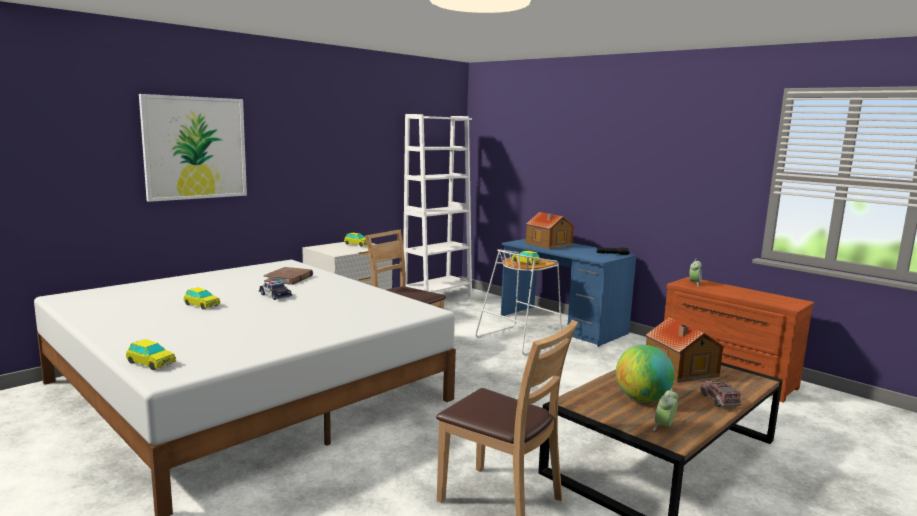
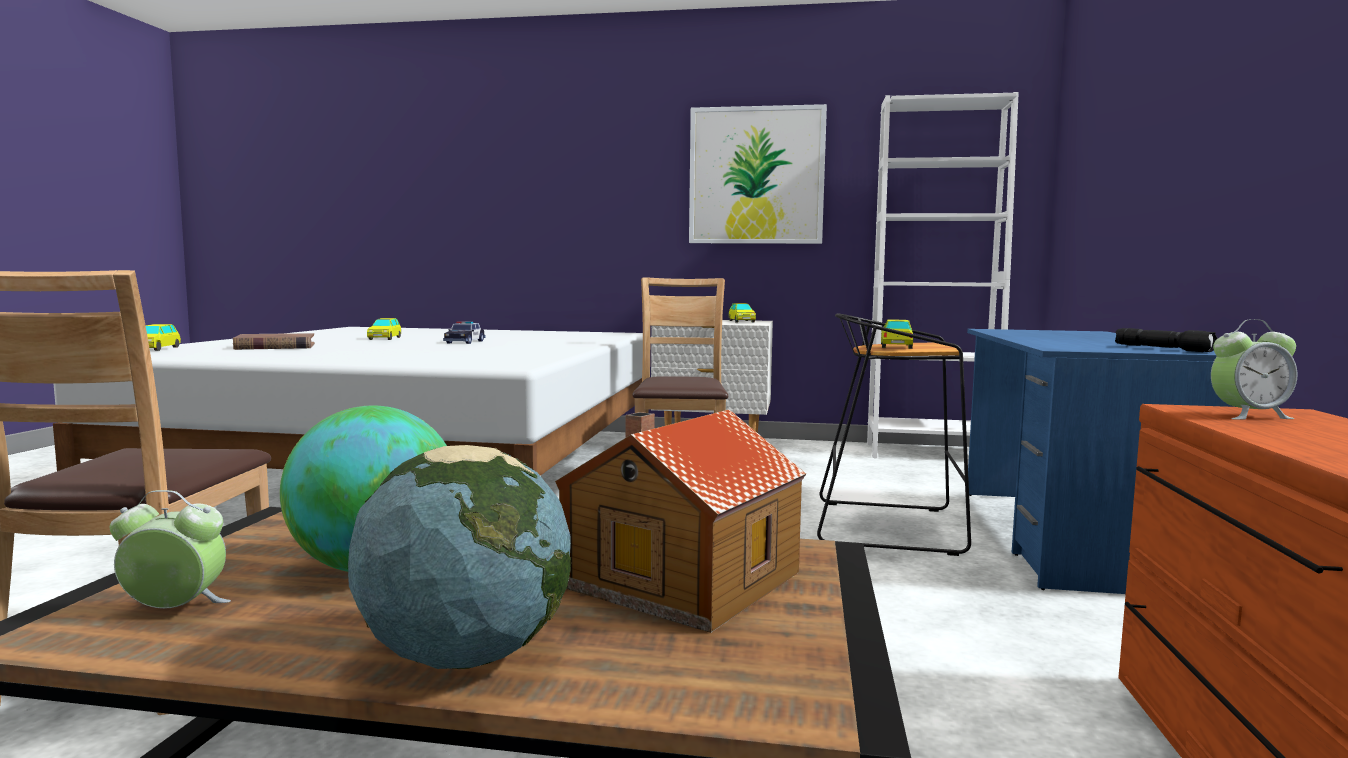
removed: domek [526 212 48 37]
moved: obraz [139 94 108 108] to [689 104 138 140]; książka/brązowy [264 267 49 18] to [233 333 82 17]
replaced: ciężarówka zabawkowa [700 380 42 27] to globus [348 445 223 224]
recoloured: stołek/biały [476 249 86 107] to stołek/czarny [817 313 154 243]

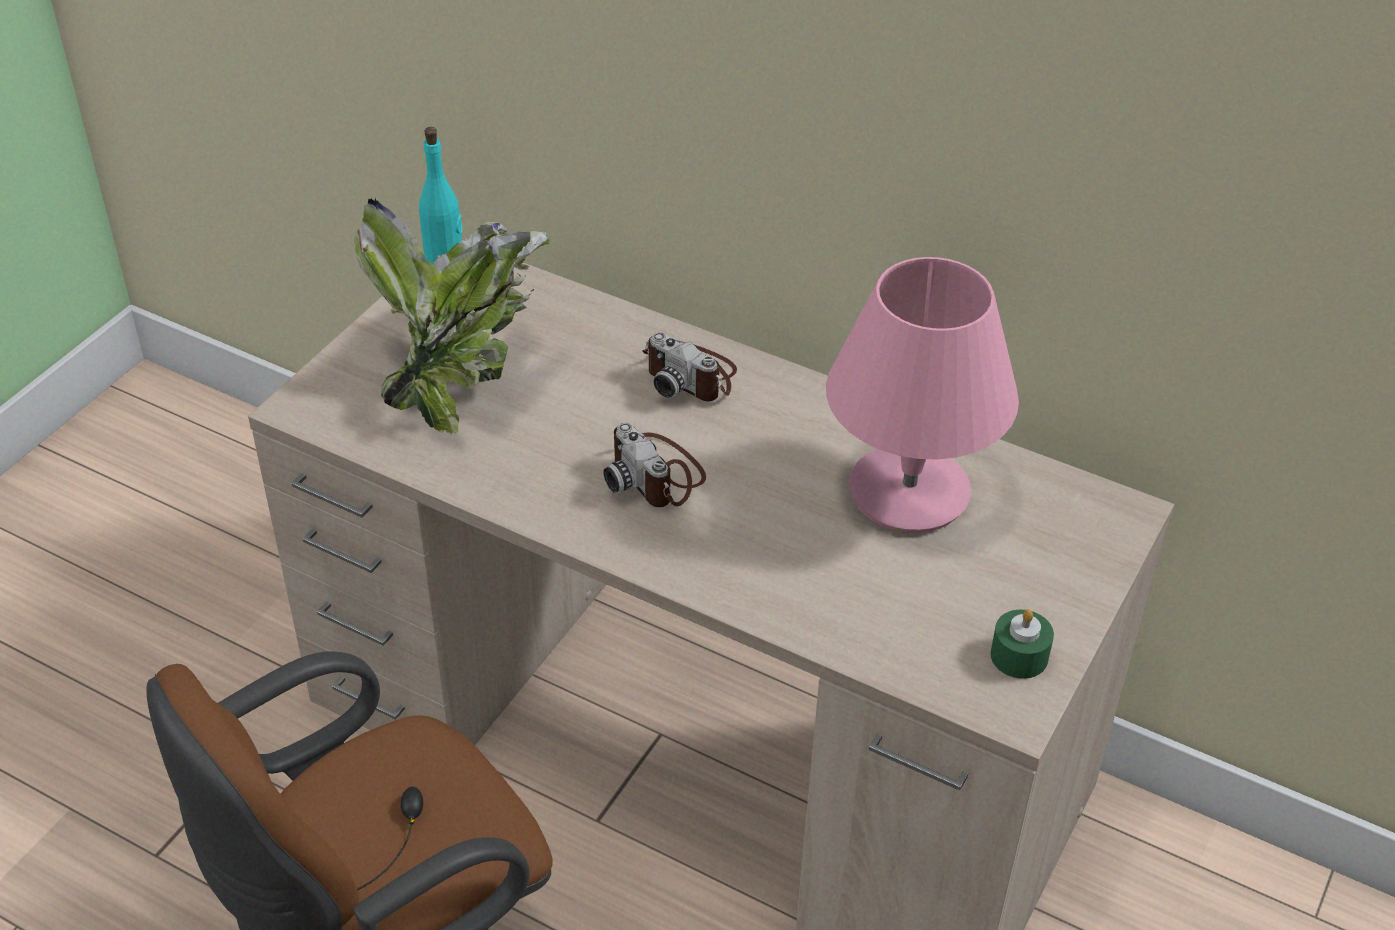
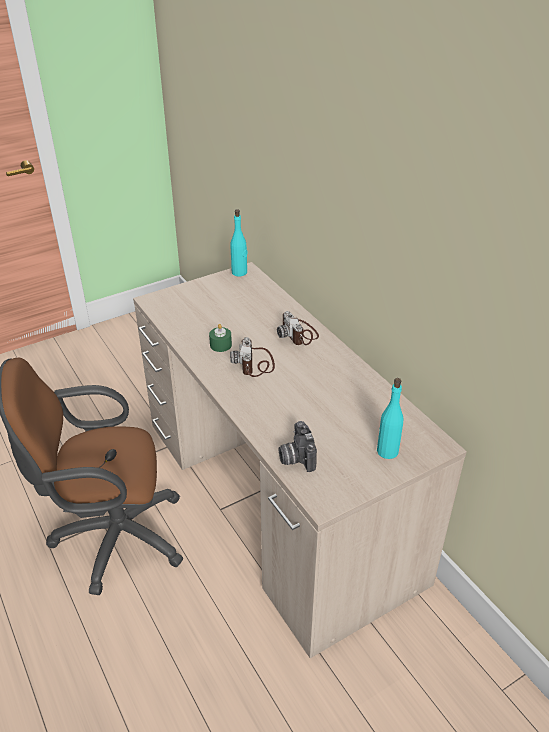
removed: roślina doniczkowa [354 198 196 236]; lampa stołowa/różowy [826 257 193 276]
added: aparat fotograficzny [279 421 38 51]; butelka/turkusowy [377 378 26 81]
moved: świeca/zielony [991 609 63 70] to [209 324 23 28]

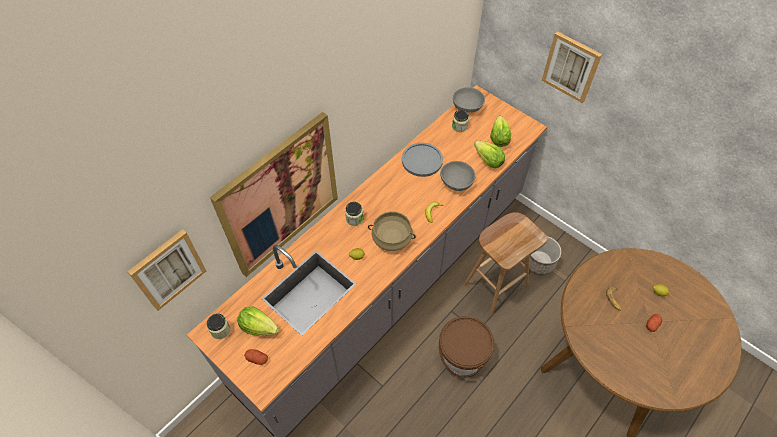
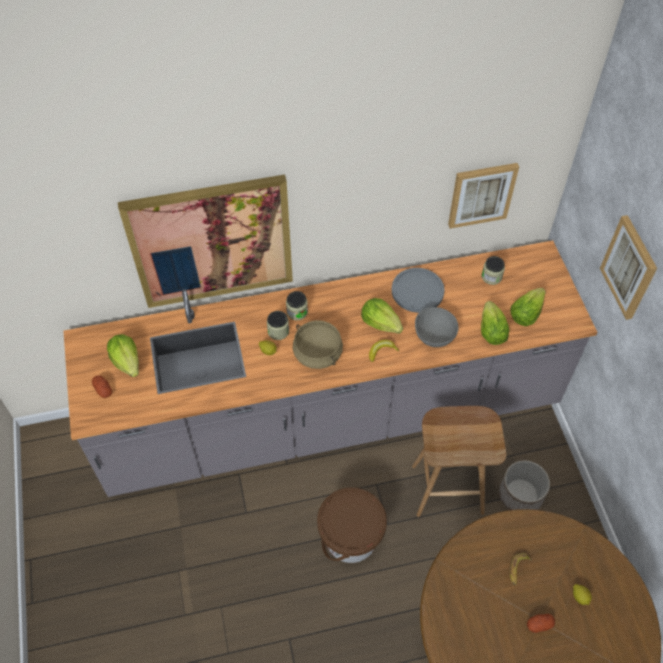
removed: miska/szary [453 87 32 26]
added: sałata [361 298 42 36]
moved: obraz [127 229 79 82] to [448 163 71 66]; słoik [207 314 24 25] to [267 311 22 29]

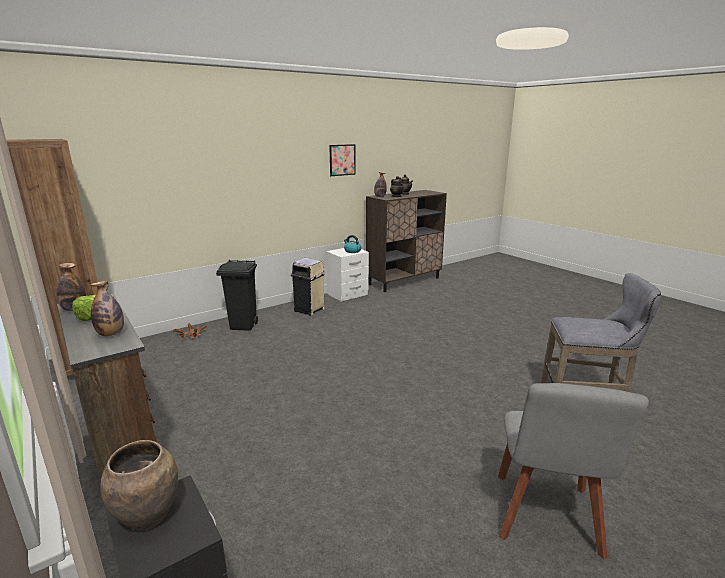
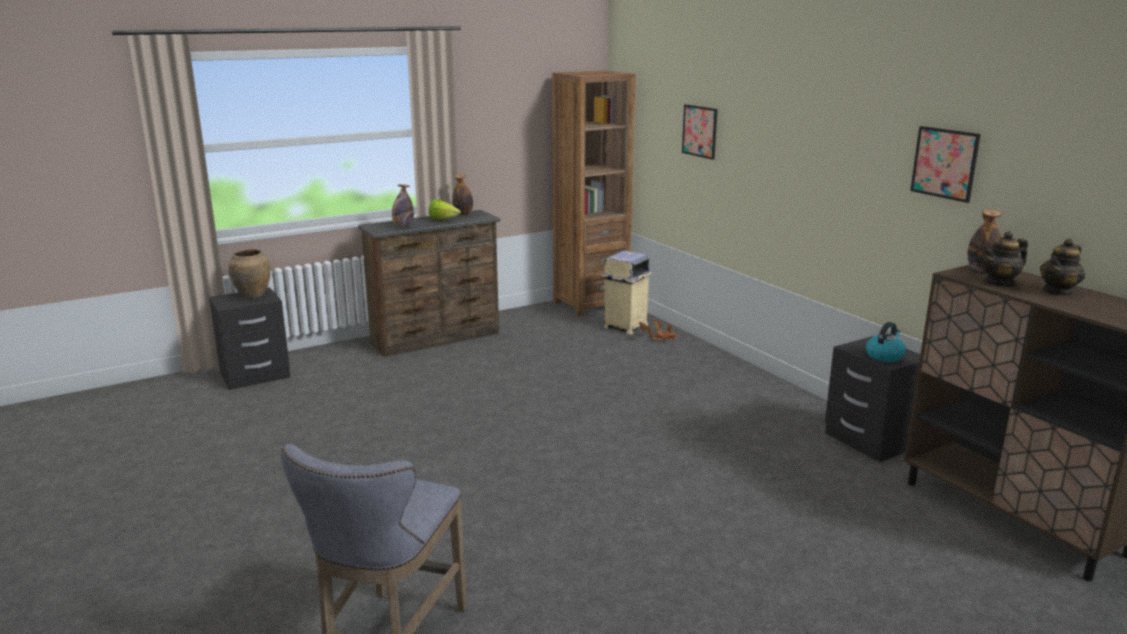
removed: kosz na śmieci/czarny [216 260 42 71]; krzesło/szary [498 383 151 176]
added: obraz [682 104 36 56]
moved: kosz na śmieci/beżowy [291 258 35 58] to [602 250 49 85]
recoloured: szafka nocna/biały [326 248 43 53] to szafka nocna/czarny [825 336 95 126]

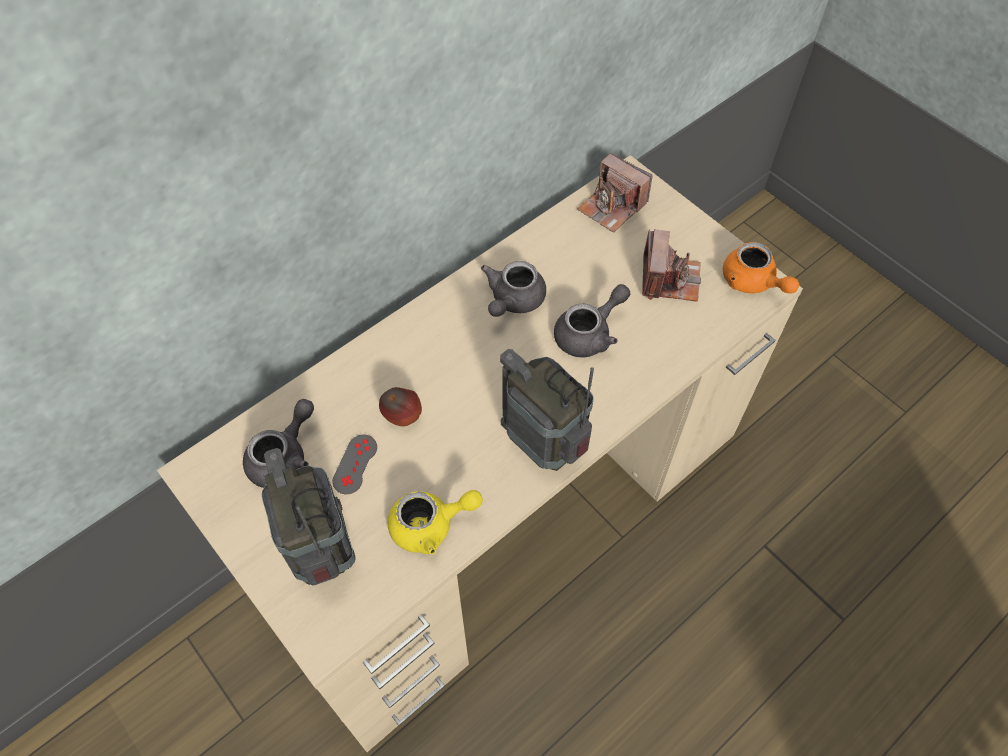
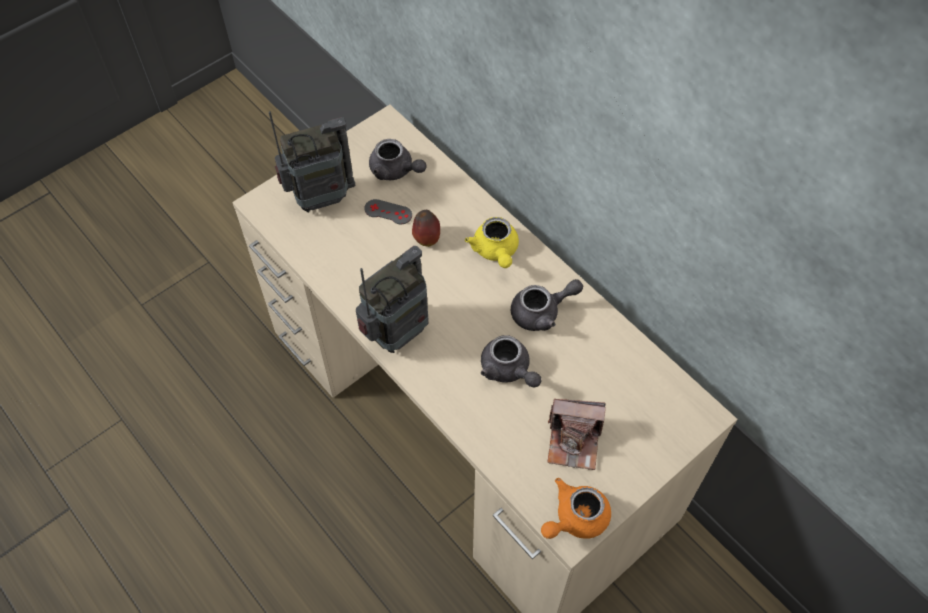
removed: aparat fotograficzny [577 153 76 79]
moved: imbryk/żółty [388 490 95 64] to [465 217 54 51]
turned: imbryk/szary [481 261 65 56] = [511 279 72 52] 135 degrees clockwise

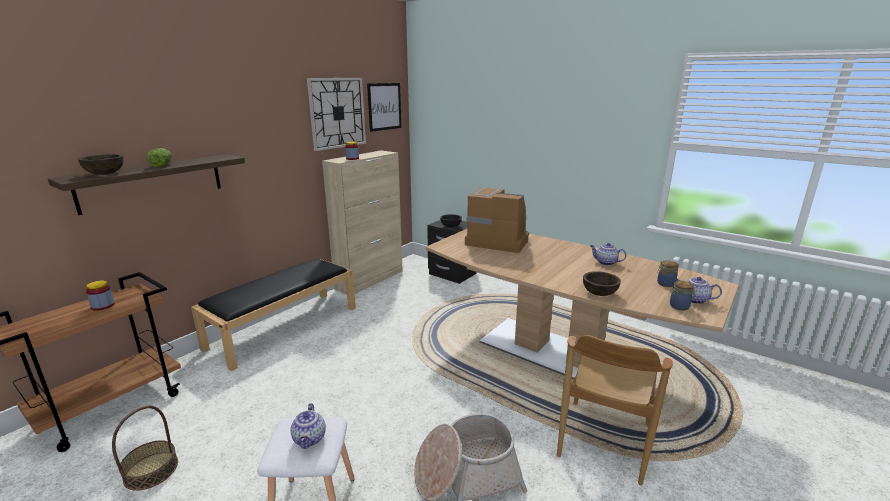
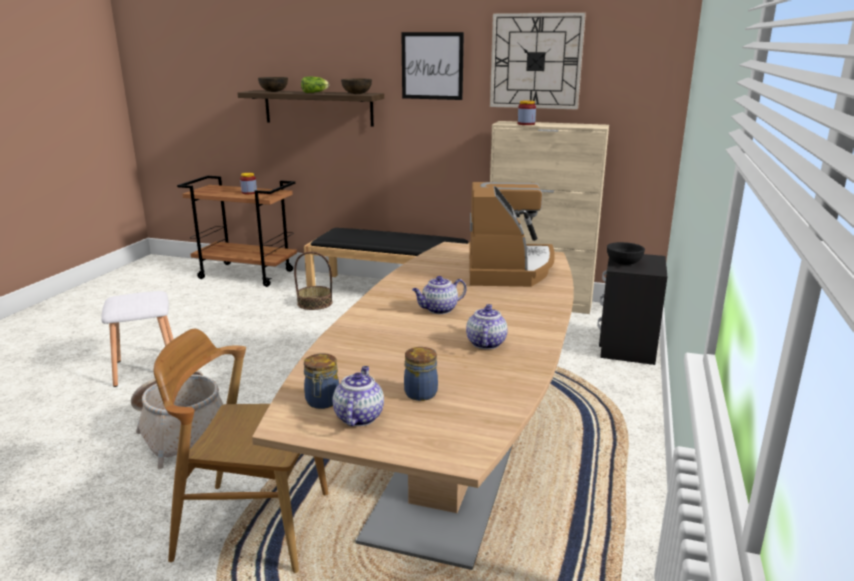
moved: koszyk [112 406 66 85] to [294 251 39 59]; imbryk [290 403 36 46] to [412 276 55 38]; obraz [367 83 34 49] to [401 32 63 68]; miska/brązowy [583 271 38 25] to [341 78 31 16]

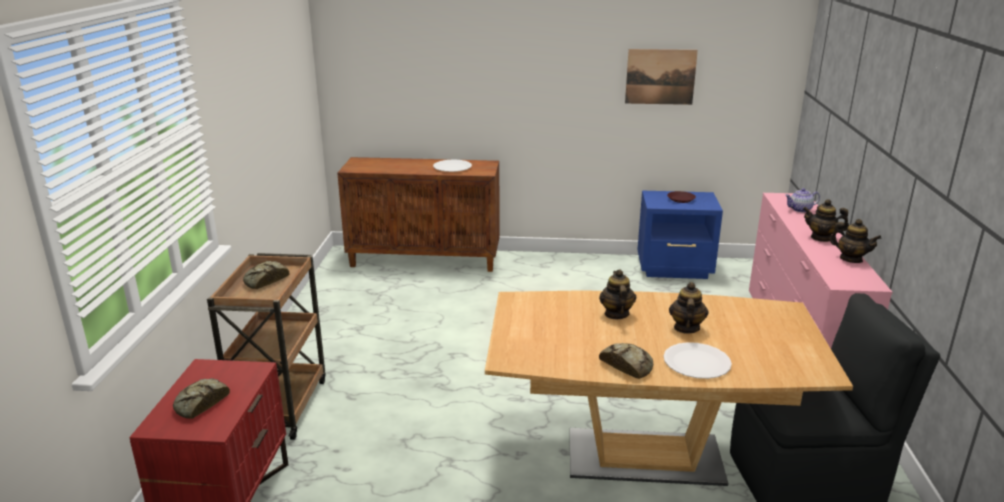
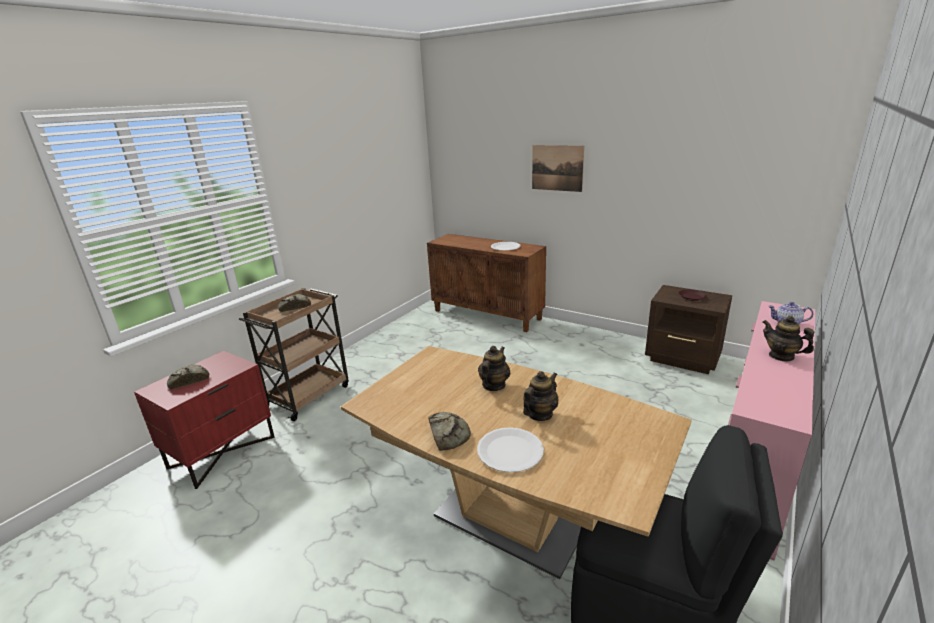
removed: imbryk [830 219 51 44]
moved: obraz [625 49 73 56] to [532 145 52 47]
recoloured: szafka nocna/niebieski [637 191 86 88] to szafka nocna/brązowy [645 285 87 89]

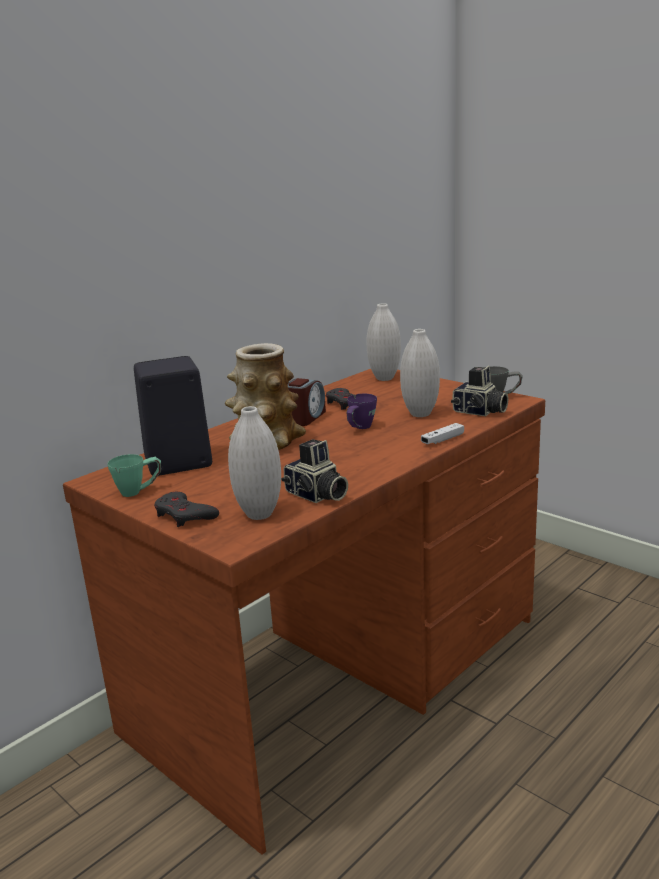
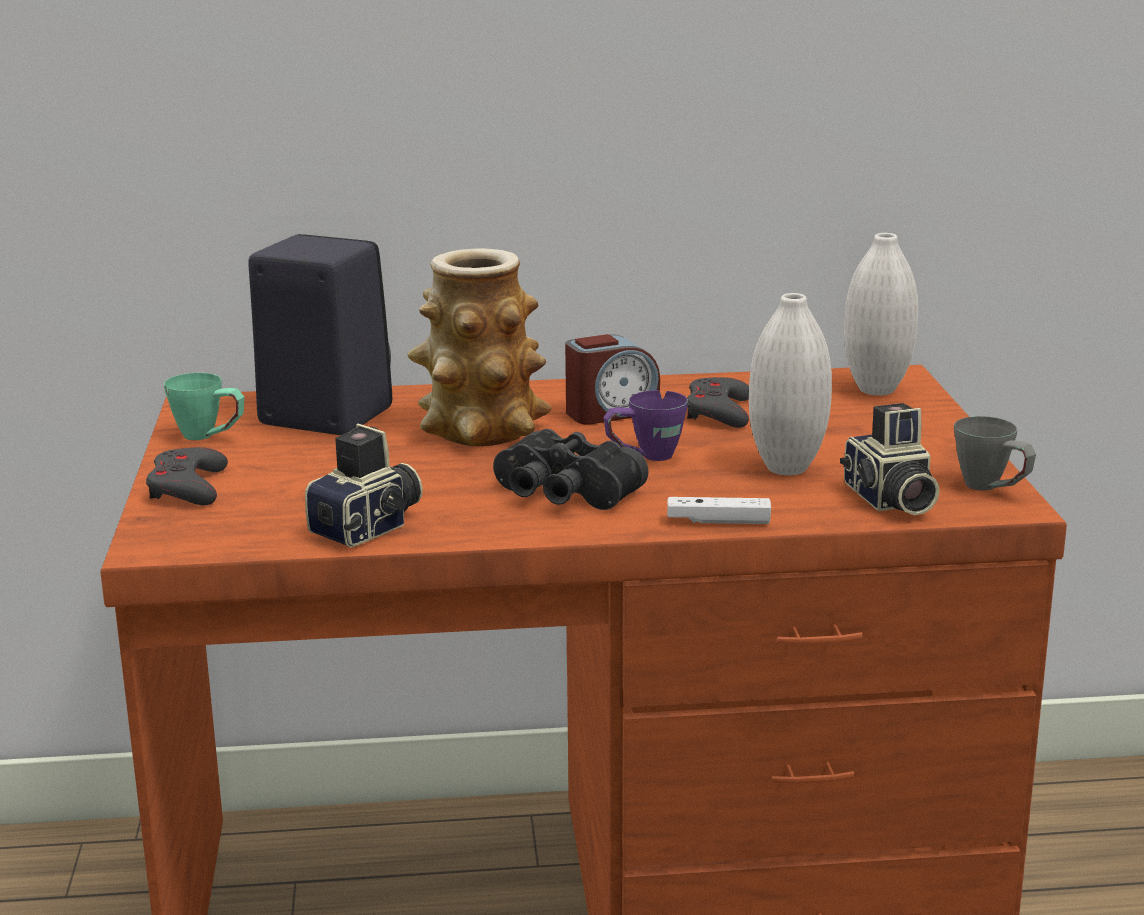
removed: wazon/biały [228 406 53 114]
added: lornetka/czarny [493 429 156 81]
turned: aparat fotograficzny [281 439 67 64] = [305 424 118 123] 135 degrees counterclockwise

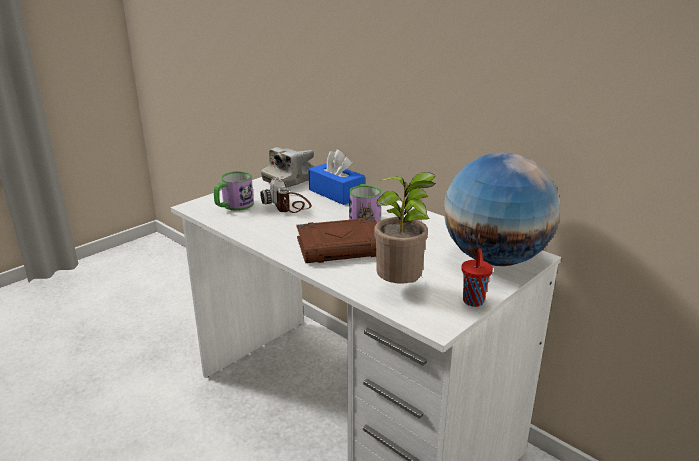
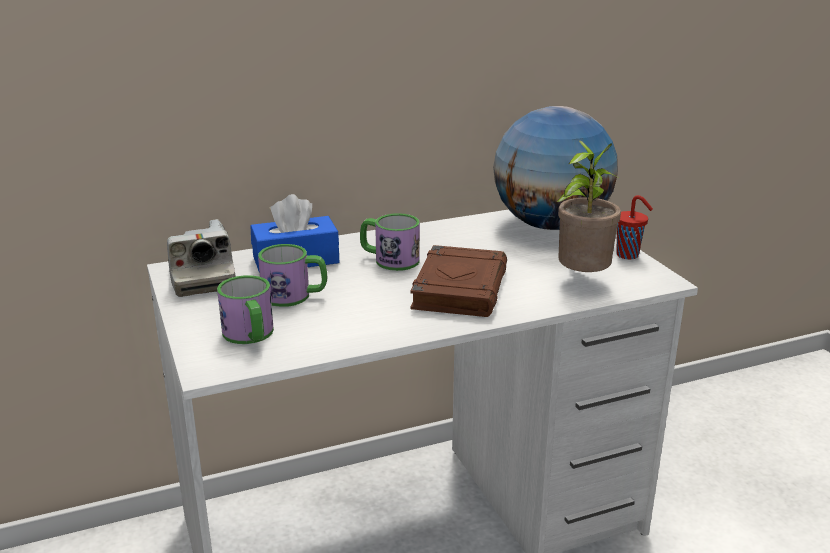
replaced: aparat fotograficzny [260 177 52 36] to kubek [258 244 69 63]

